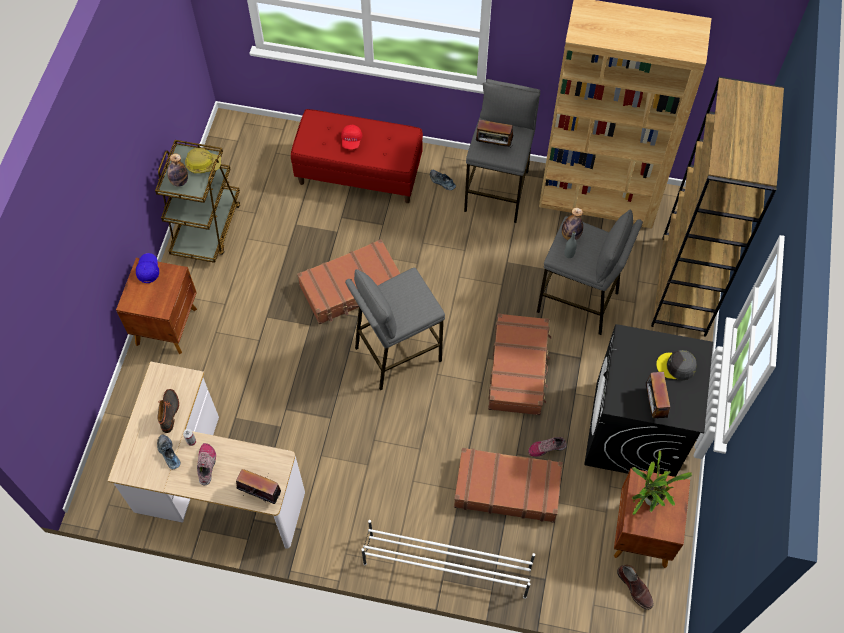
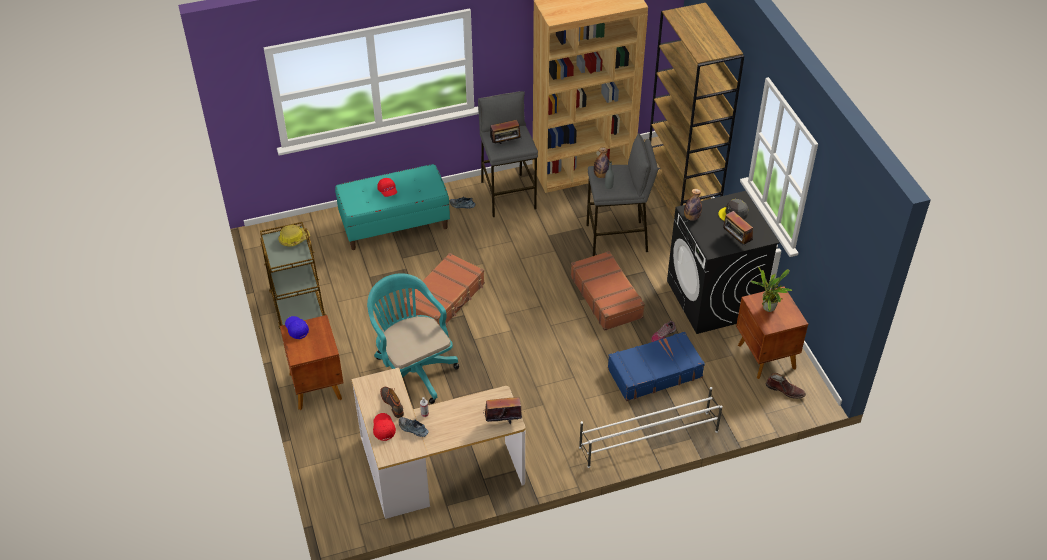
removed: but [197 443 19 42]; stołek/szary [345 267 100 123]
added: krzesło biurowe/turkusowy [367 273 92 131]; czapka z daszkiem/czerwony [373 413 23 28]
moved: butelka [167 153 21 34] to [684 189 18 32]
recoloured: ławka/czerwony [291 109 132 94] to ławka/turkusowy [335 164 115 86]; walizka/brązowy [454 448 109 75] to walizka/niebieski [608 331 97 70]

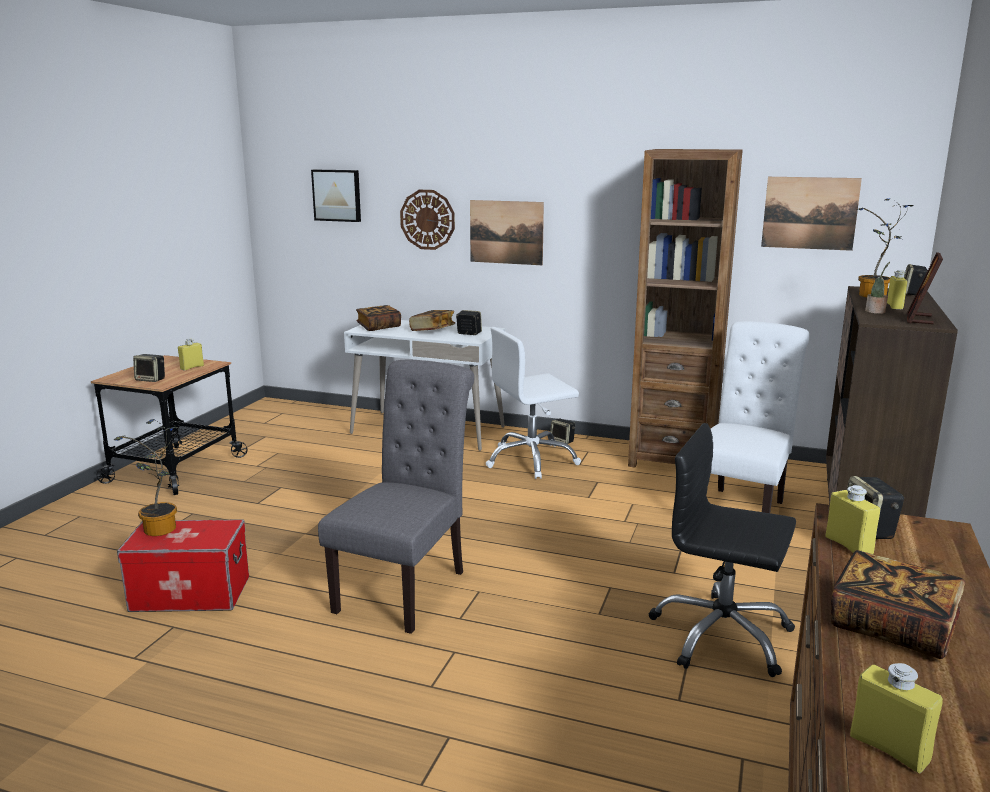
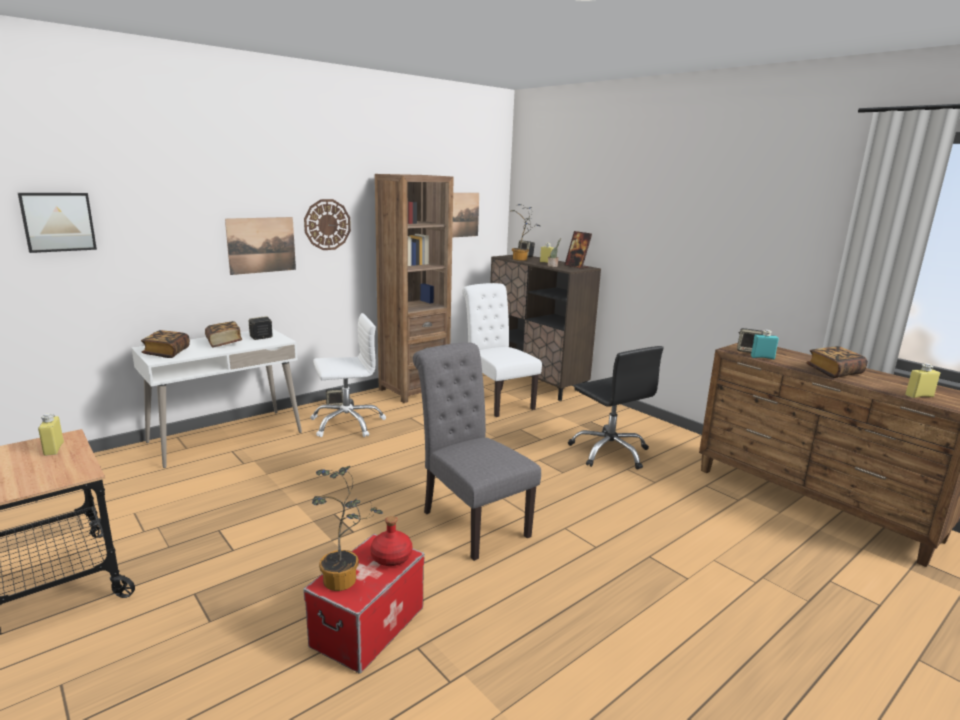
removed: głośnik [133 354 32 28]
added: butelka/czerwony [370 516 42 50]
moved: zegar ścienny [400 190 55 60] to [304 199 47 51]
recoloured: butelka/żółty [826 485 54 69] to butelka/turkusowy [751 330 28 29]
turned: krzesło biurowe/biały [485 327 96 152] = [310 313 76 124] 120 degrees counterclockwise; krzesło biurowe/czarny [649 423 147 254] = [568 346 95 124] 90 degrees counterclockwise

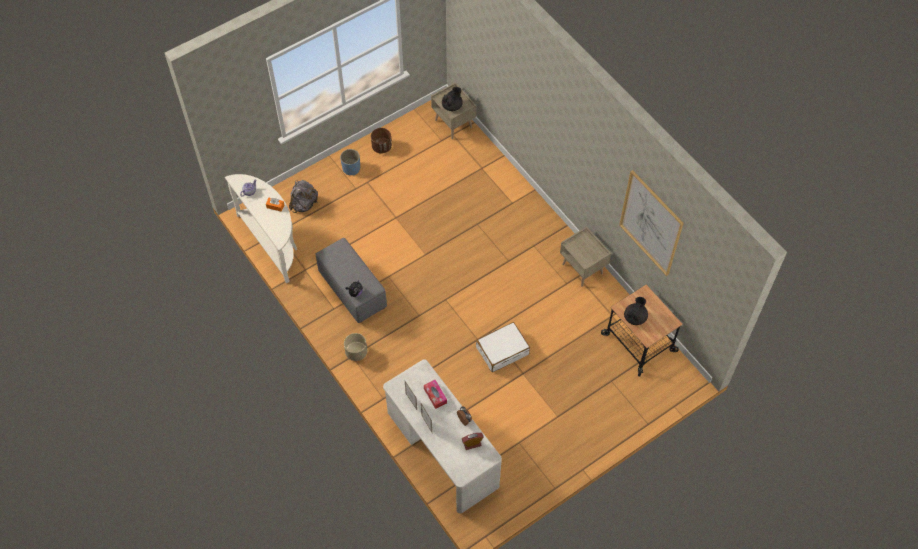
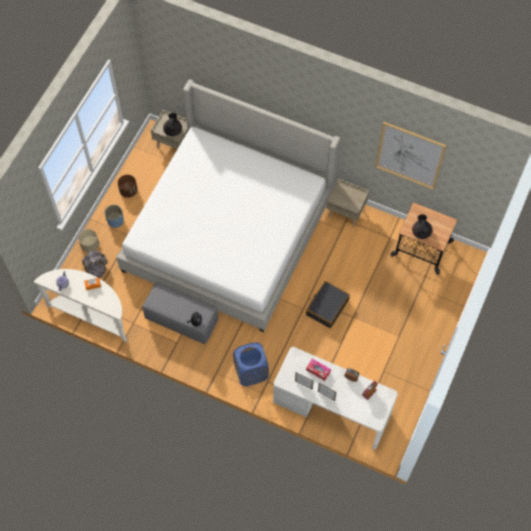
added: łóżko [116 80 225 252]; kosz na pranie/niebieski [233 343 36 43]
moved: donica/beżowy [344 333 23 28] to [78 229 21 23]
recoloured: walizka/biały [476 322 54 50] to walizka/czarny [306 281 44 47]

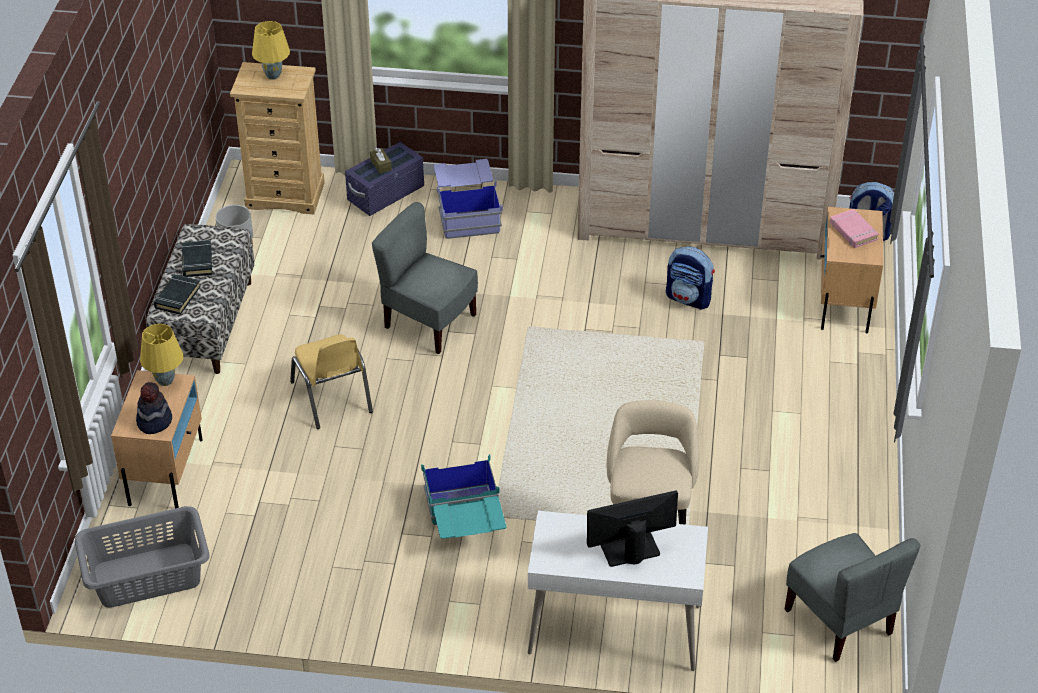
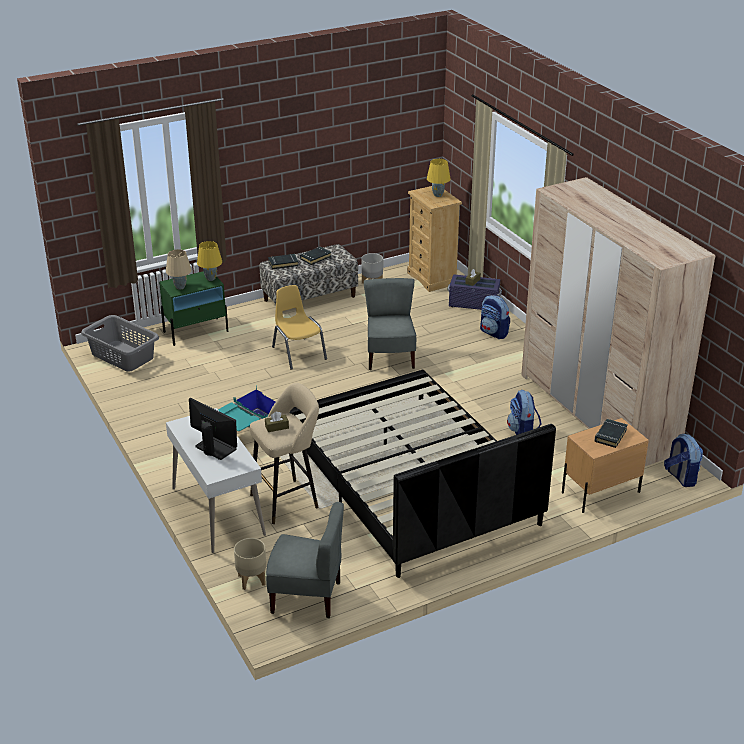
added: donica/beżowy [234 538 32 52]; pudełko chusteczek/brązowy [265 411 24 21]; łóżko/czarny [289 370 267 208]
replaced: kapelusz [136 382 36 52] to lampa stołowa/beżowy [166 249 26 41]; pojemnik do przechowywania/niebieski [434 159 69 80] to plecak [480 295 30 44]
recoloured: szafka nocna/beżowy [111 370 91 138] to szafka nocna/zielony [159 272 69 74]; książka/różowy [830 209 49 39] to książka/czarny [594 419 34 29]
turned: krzesło/żółty [290 334 83 95] = [272 285 55 85] 120 degrees clockwise; krzesło/szary [785 533 136 129] = [266 502 78 116] 105 degrees counterclockwise

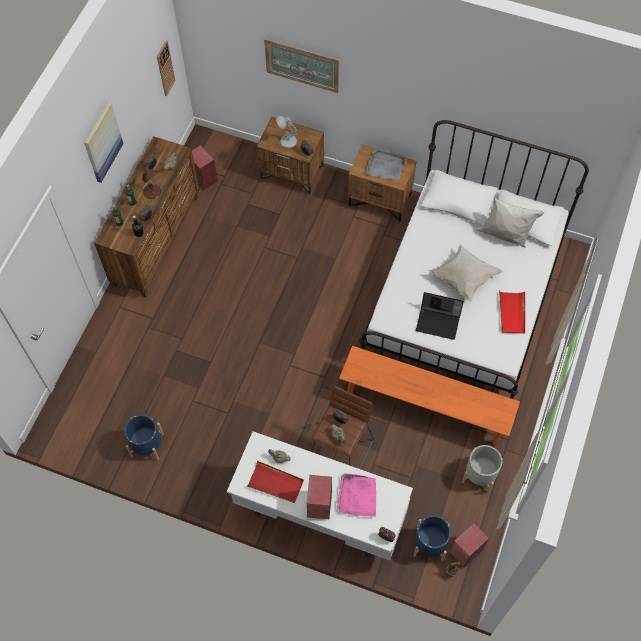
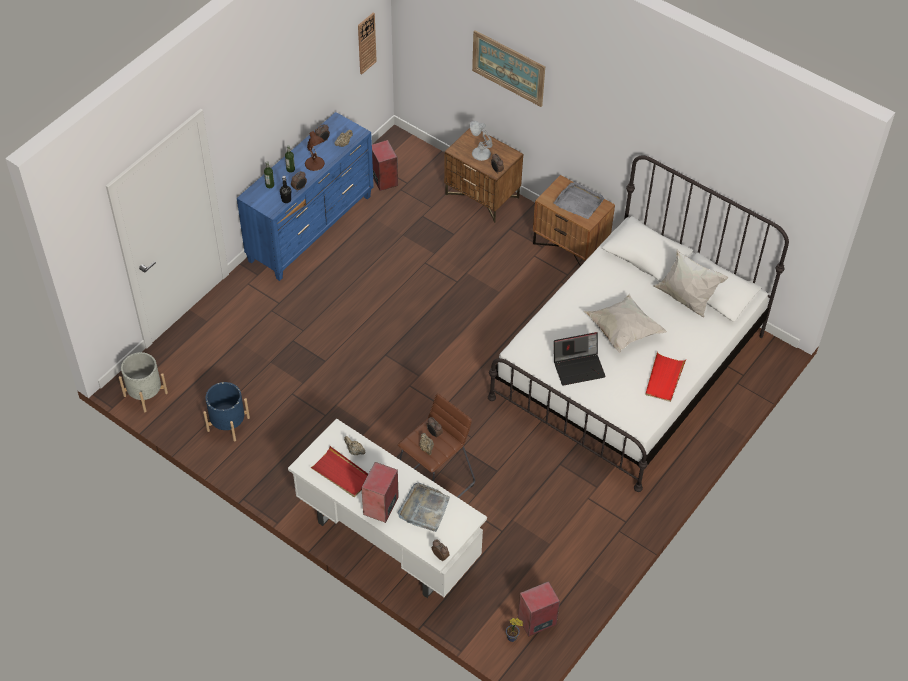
removed: obraz [84 102 39 81]; ławka/pomarańczowy [339 346 181 100]; donica/niebieski [413 515 38 46]
moved: donica/szary [462 445 41 48] to [119 352 49 60]
recoloured: komoda/brązowy [94 136 105 161] to komoda/niebieski [237 112 137 169]; taca/różowy [337 473 39 44] to taca/szary [398 482 52 50]
turned: laptop [416 292 48 48] = [554 332 52 54] 45 degrees counterclockwise

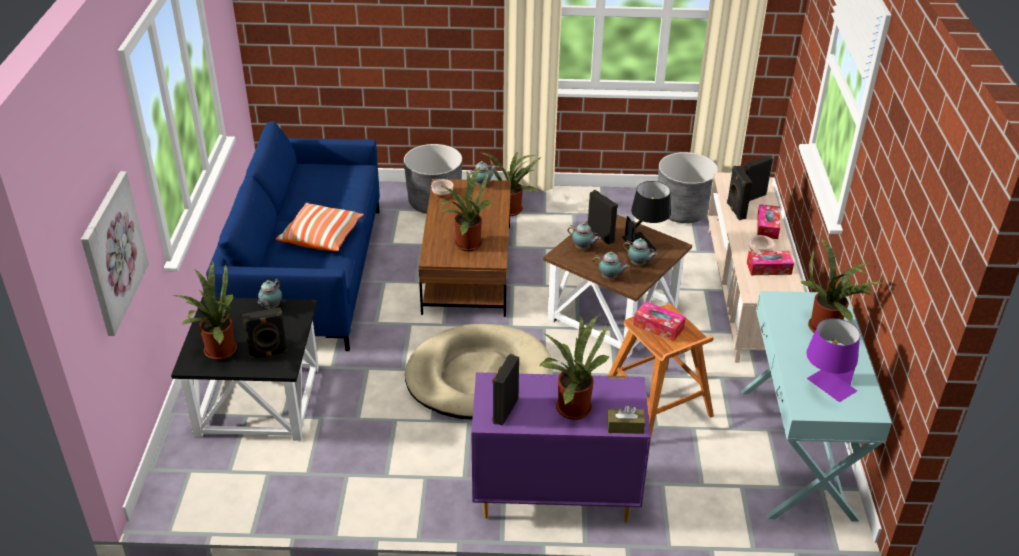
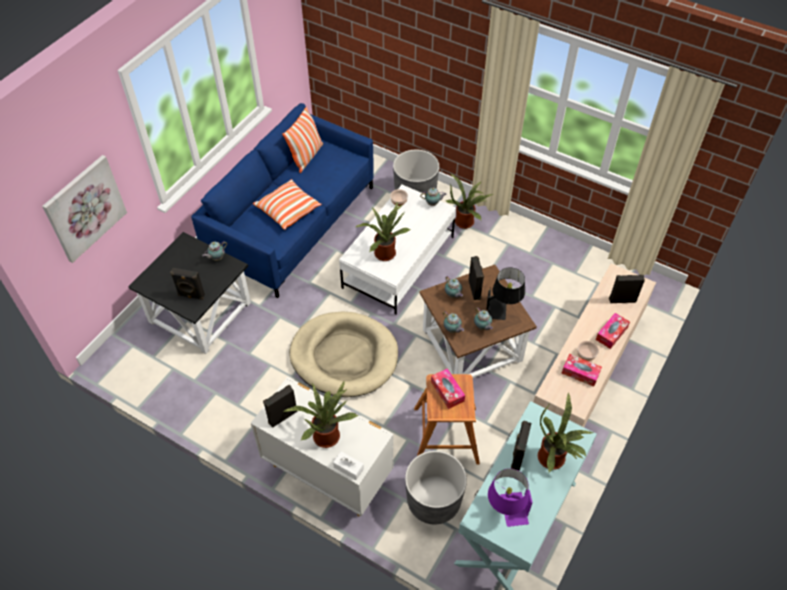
removed: roślina doniczkowa [172 261 65 99]
added: poduszka [282 107 41 66]
moved: donica/szary [658 152 60 71] to [405 451 62 74]; głośnik/czarny [727 166 25 54] to [511 421 20 50]
recoloured: ława/brązowy [419 179 92 138] to ława/biały [339 185 117 130]; komoda/fioletowy [471 372 180 151] to komoda/biały [251 377 142 139]; pudełko chusteczek/brązowy [607 406 38 28] to pudełko chusteczek/biały [333 451 31 29]

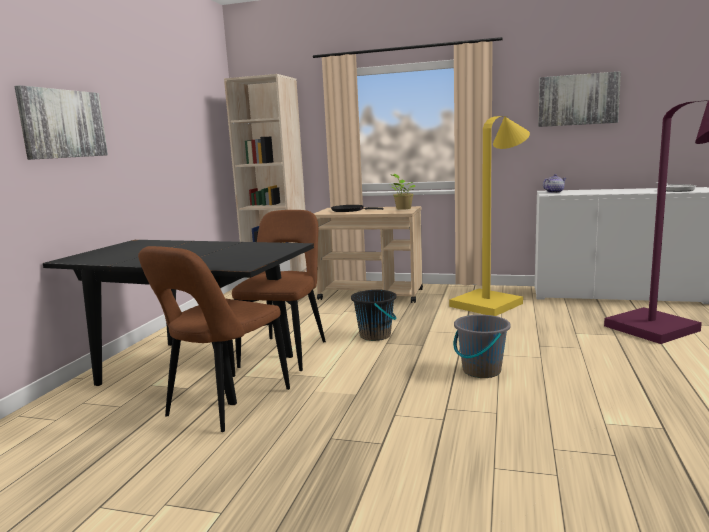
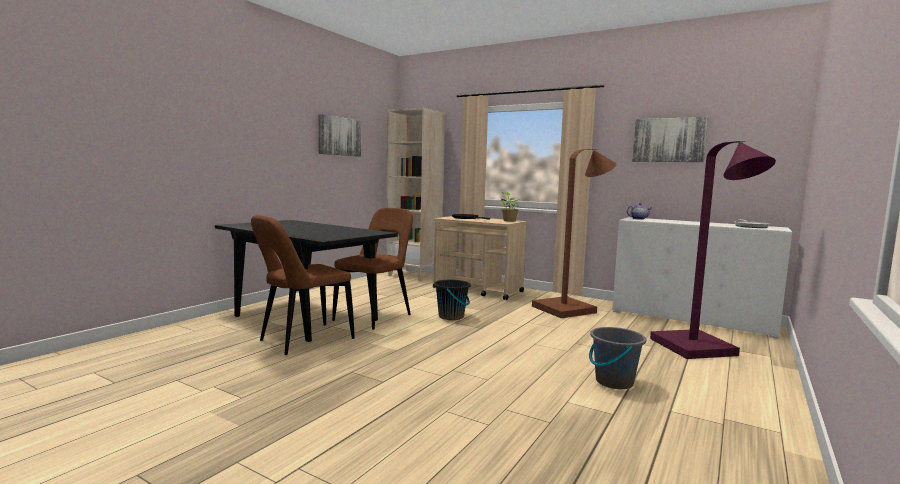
moved: obraz [14 85 94 75] to [318 114 43 43]; wiadro/szary [453 315 58 63] to [589 327 57 62]
recoloured: lampa stojąca/żółty [449 116 81 200] to lampa stojąca/brązowy [532 149 84 169]

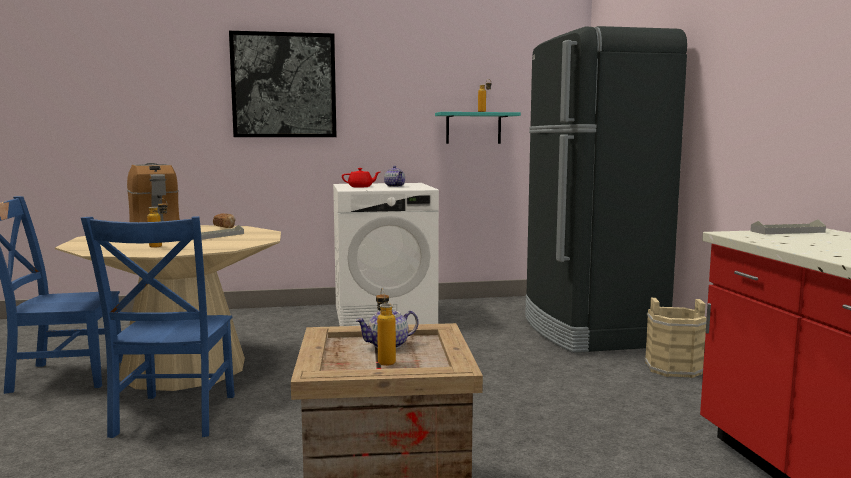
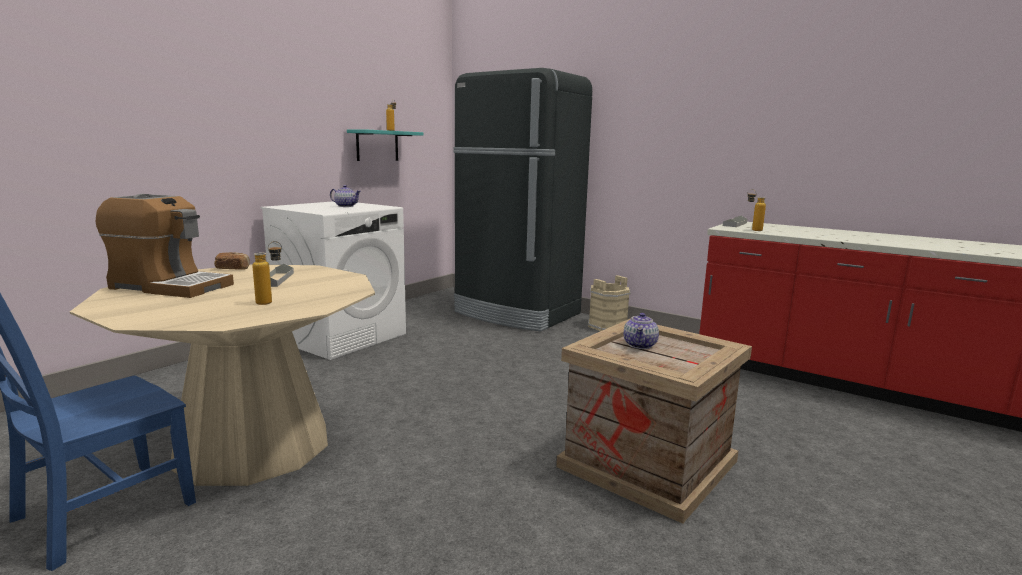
removed: krzesło/niebieski [81 216 154 222]; obraz [229 31 107 106]; imbryk/czerwony [342 168 38 20]
moved: butelka [376 288 20 78] to [747 189 19 42]

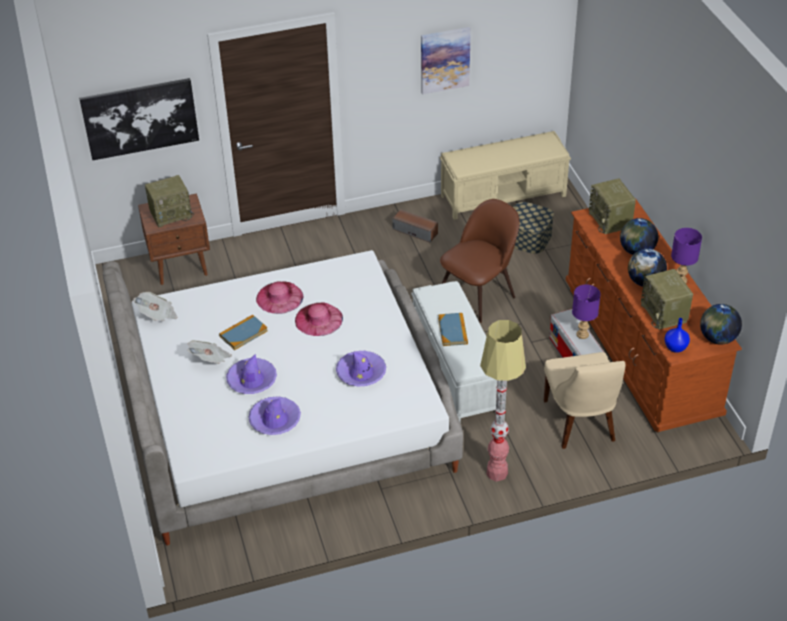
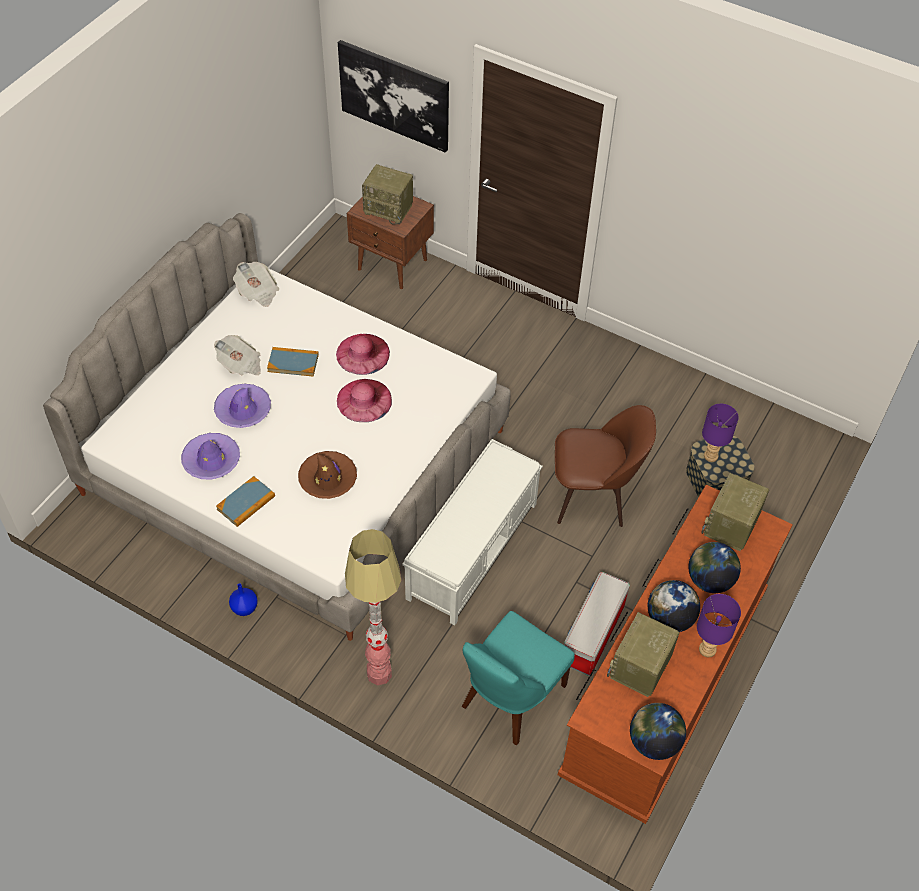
removed: głośnik [392 209 46 34]; obraz [421 27 50 68]; ławka/beżowy [440 131 131 89]
moved: książka [438 313 30 33] to [216 476 59 51]; lampa stołowa/fioletowy [572 285 29 54] to [702 404 37 58]; wazon/niebieski [665 318 25 35] to [229 583 29 33]
recoloured: kapelusz/fioletowy [336 351 50 36] to kapelusz/brązowy [298 451 59 48]; krzesło/beżowy [544 352 81 97] to krzesło/turkusowy [462 611 113 135]

